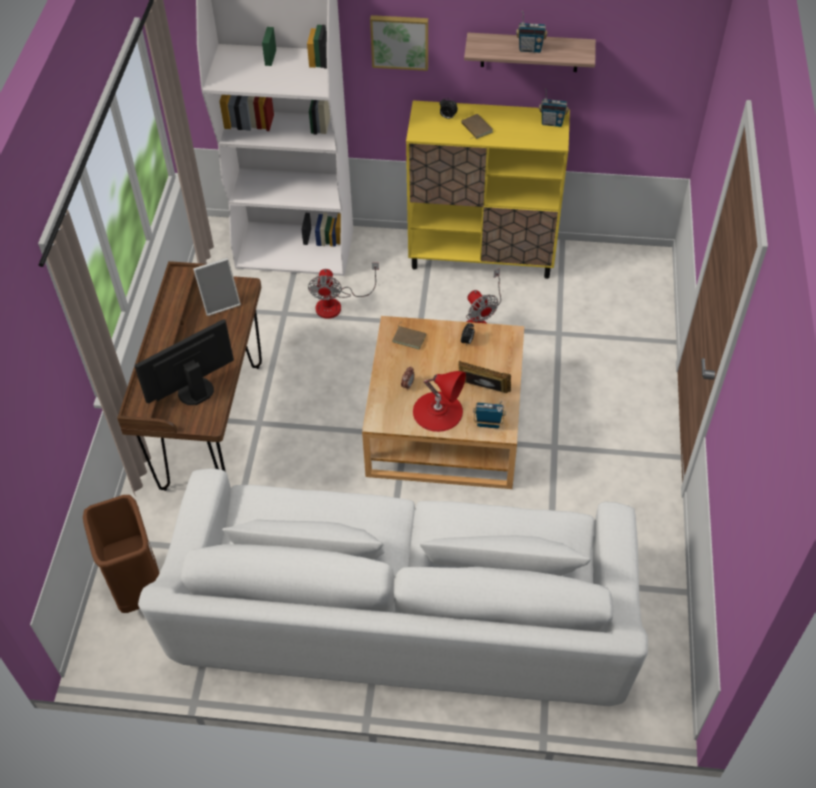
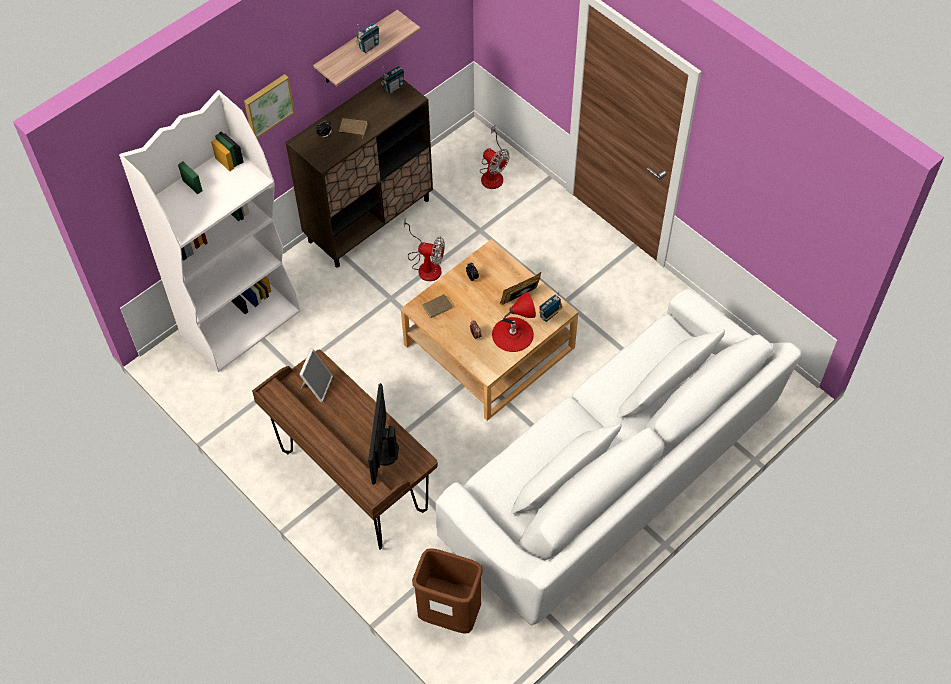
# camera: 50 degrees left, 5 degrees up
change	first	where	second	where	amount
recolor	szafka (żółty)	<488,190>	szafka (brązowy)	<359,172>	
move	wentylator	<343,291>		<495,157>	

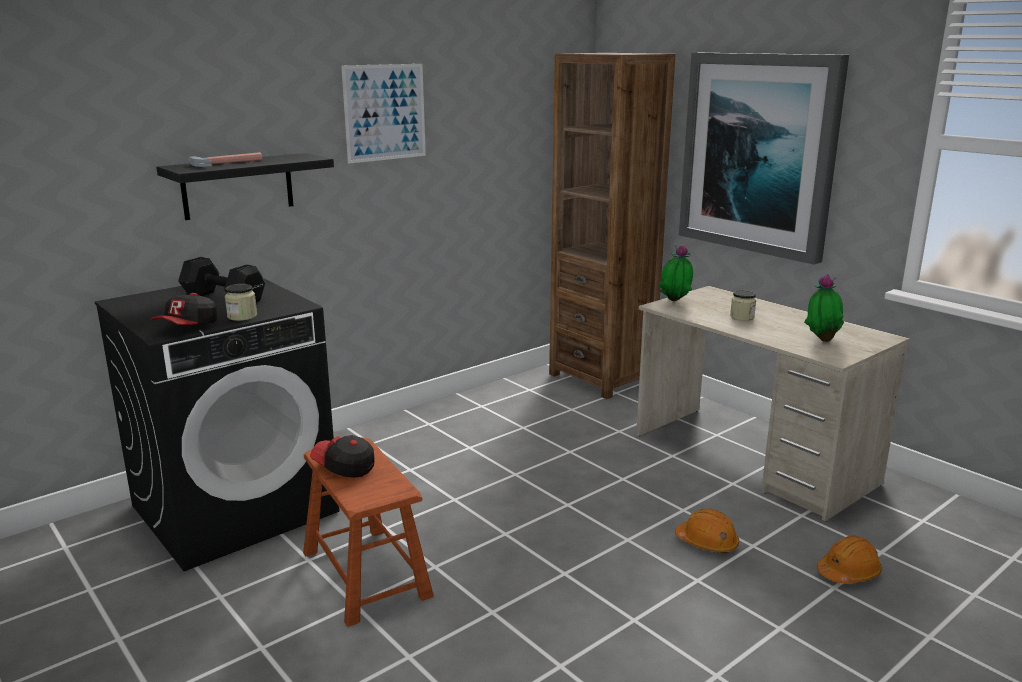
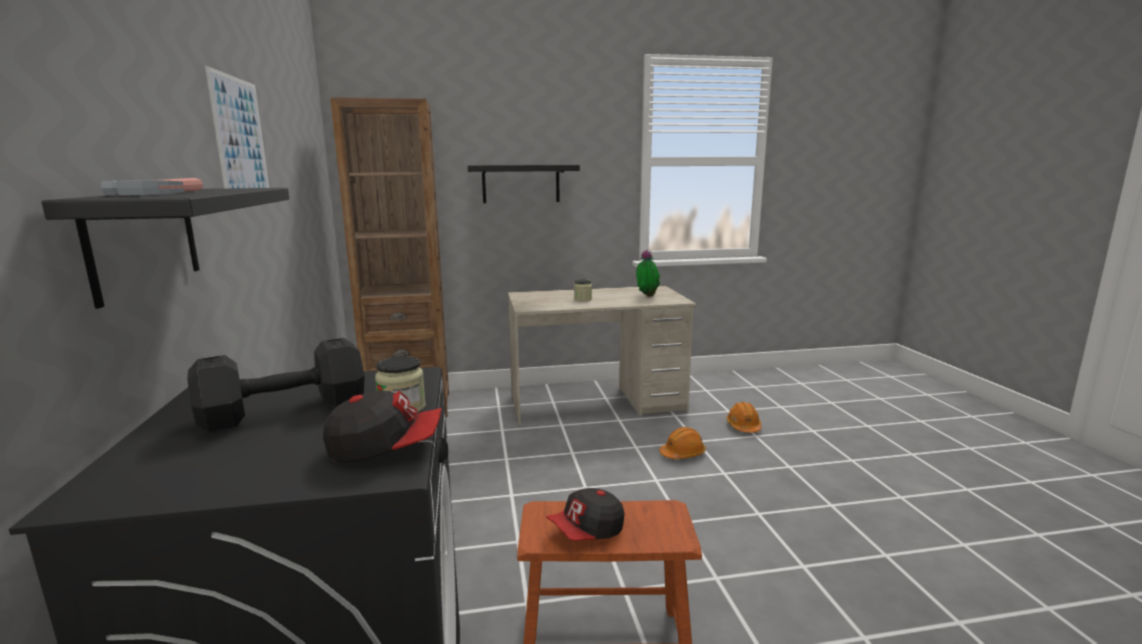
# camera: 60 degrees left, 5 degrees down
change	first	where	second	where	amount
rotate	czapka z daszkiem	<184,309>		<382,426>	60 degrees counterclockwise
replace	obraz	<764,159>	półka (czarny)	<523,184>	
delete	roślina doniczkowa	<675,272>			

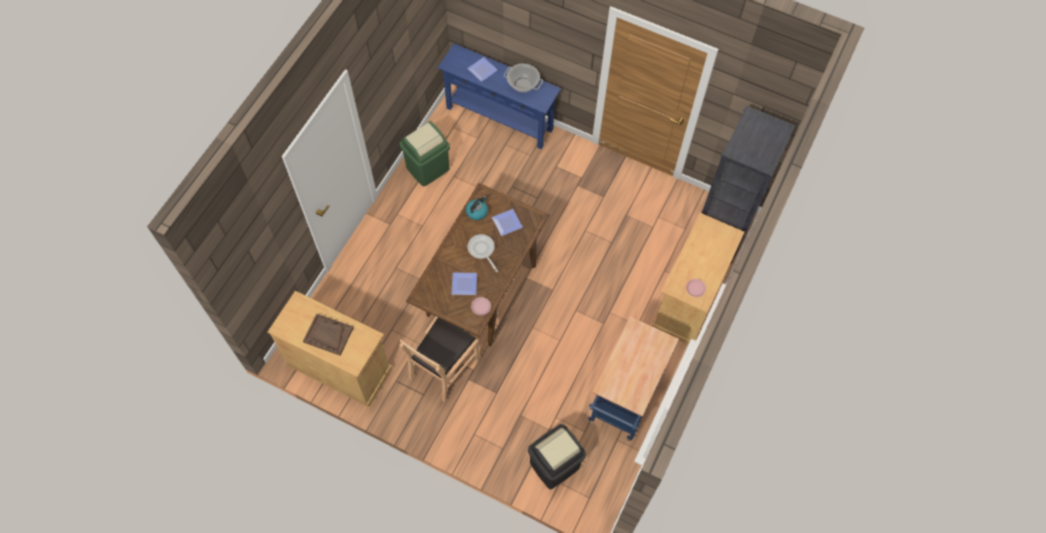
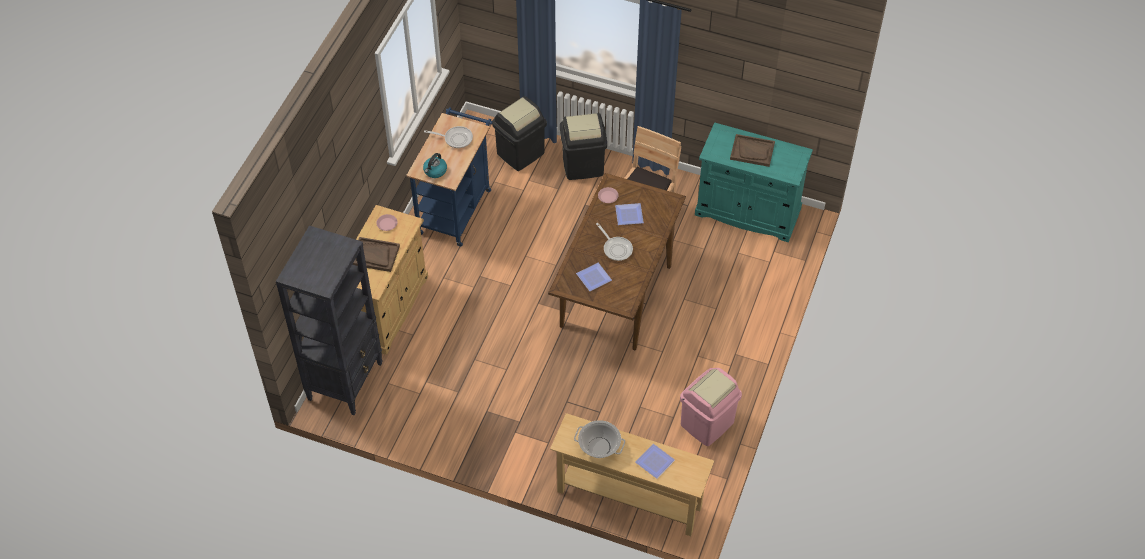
# camera: 175 degrees right, 10 degrees down
change	first	where	second	where	amount
insert			taca (brązowy)	<376,254>	
move	czajnik	<477,208>		<435,165>	
insert			patelnia	<448,137>	
recolor	stolik konsolowy (niebieski)	<499,96>	stolik konsolowy (beżowy)	<632,474>	
insert			kosz na śmieci (czarny)	<583,146>	
recolor	kosz na śmieci (zielony)	<425,153>	kosz na śmieci (różowy)	<711,407>	
recolor	szafka (beżowy)	<330,349>	szafka (turkusowy)	<754,182>	

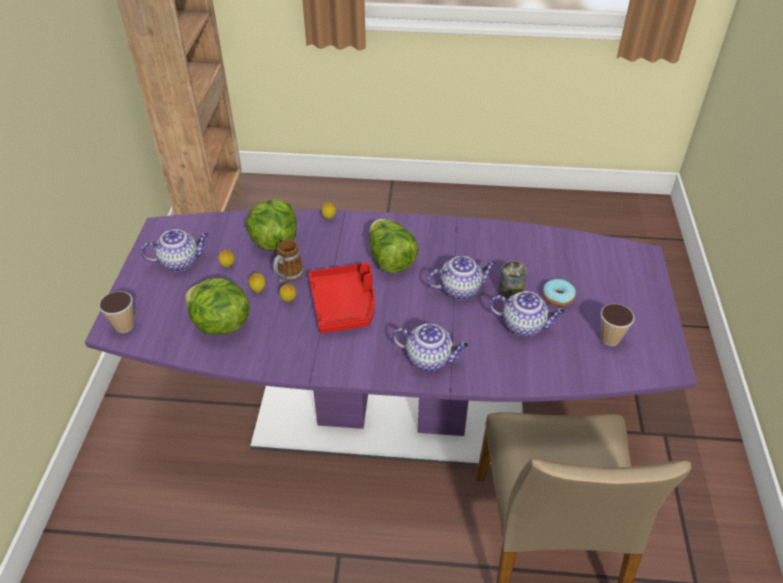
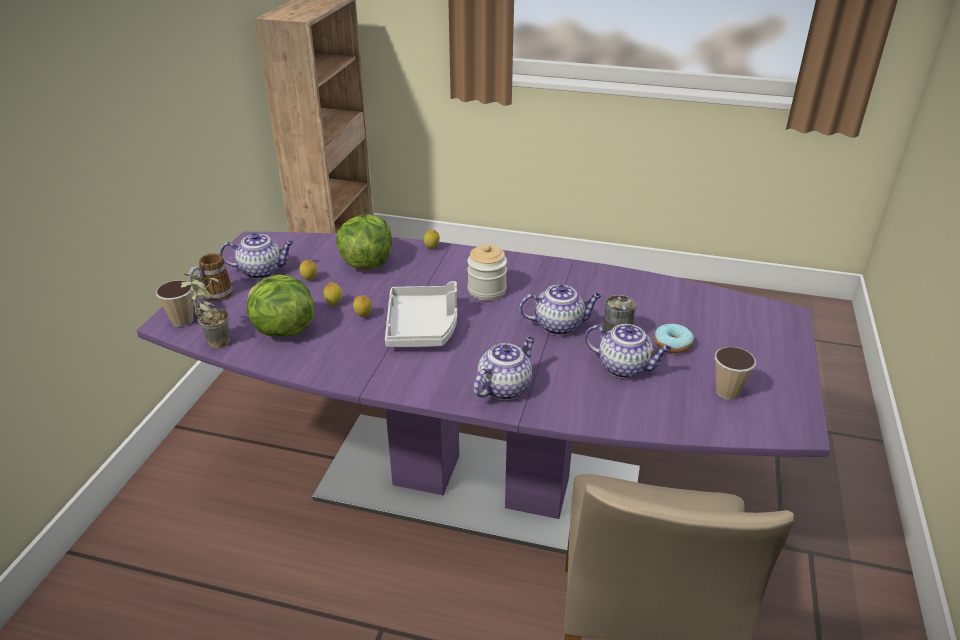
# camera: 10 degrees right, 10 degrees down
change	first	where	second	where	amount
insert			roślina doniczkowa	<205,311>	
move	kubek	<288,261>		<210,277>	
recolor	taca (czerwony)	<342,298>	taca (szary)	<421,314>	
replace	sałata	<393,246>	słoik	<487,272>	
rotate	imbryk	<430,347>		<504,368>	75 degrees counterclockwise

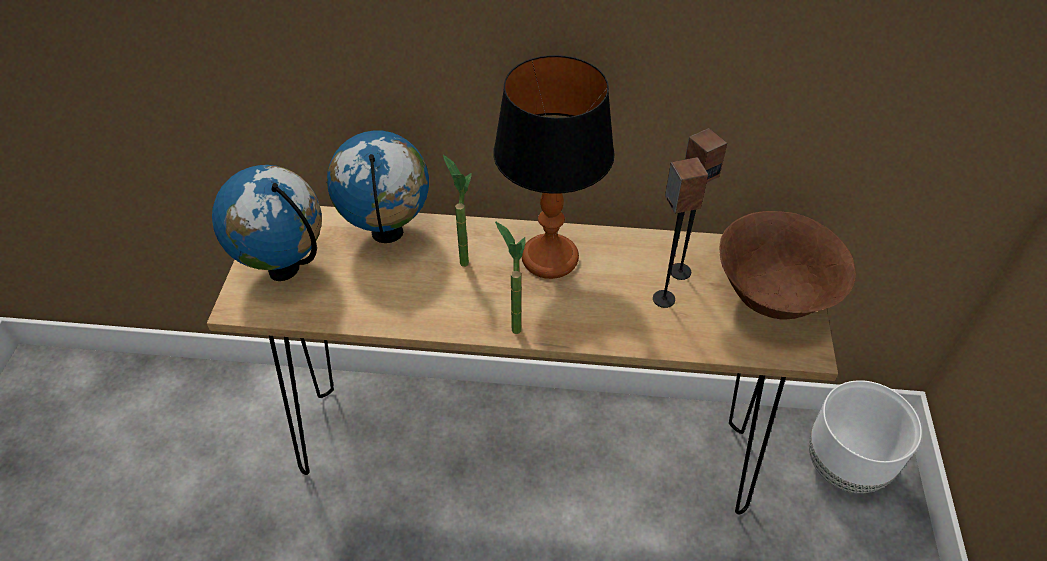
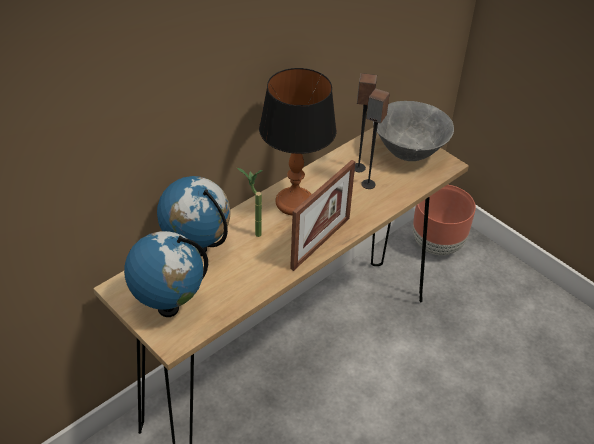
# camera: 50 degrees left, 5 degrees down
change	first	where	second	where	amount
replace	roślina doniczkowa	<510,277>	ramka na zdjęcie	<323,215>	
recolor	miska (brązowy)	<787,265>	miska (szary)	<413,131>	
recolor	donica (biały)	<865,437>	donica (brązowy)	<444,220>	

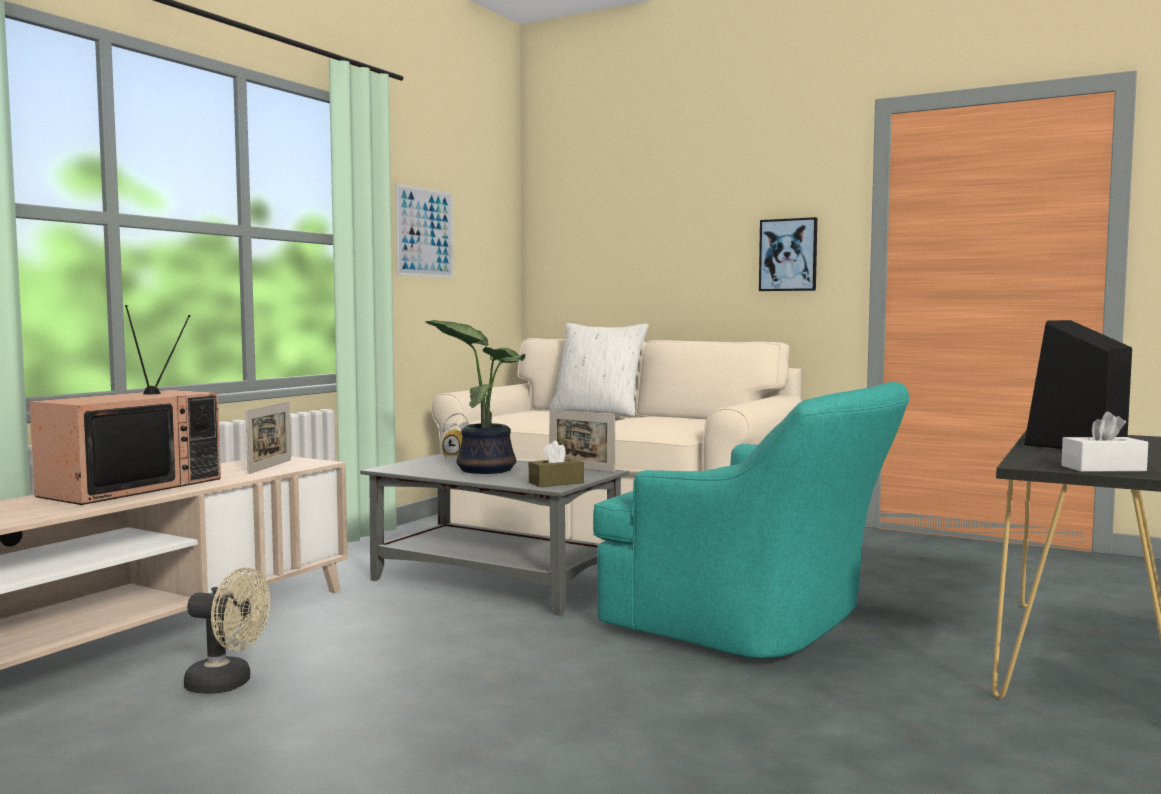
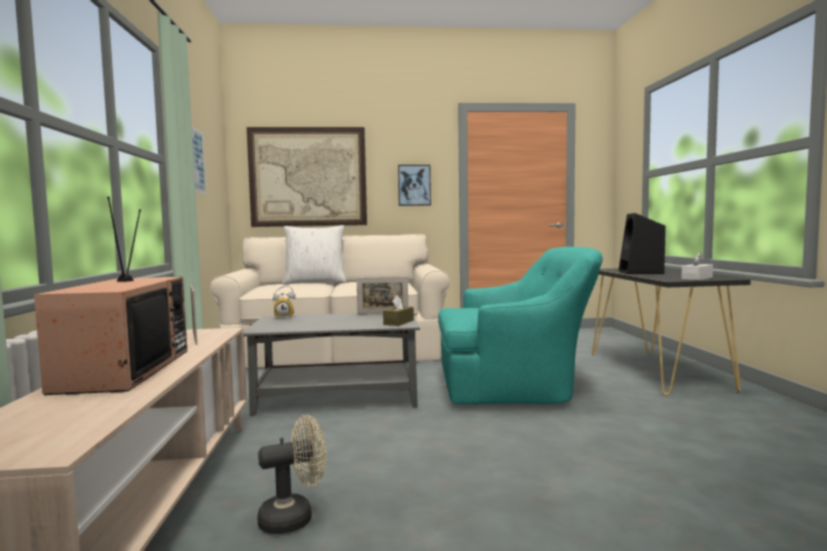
# camera: 35 degrees left, 0 degrees up
change	first	where	second	where	amount
insert			obraz	<307,177>	
delete	roślina doniczkowa	<475,397>			

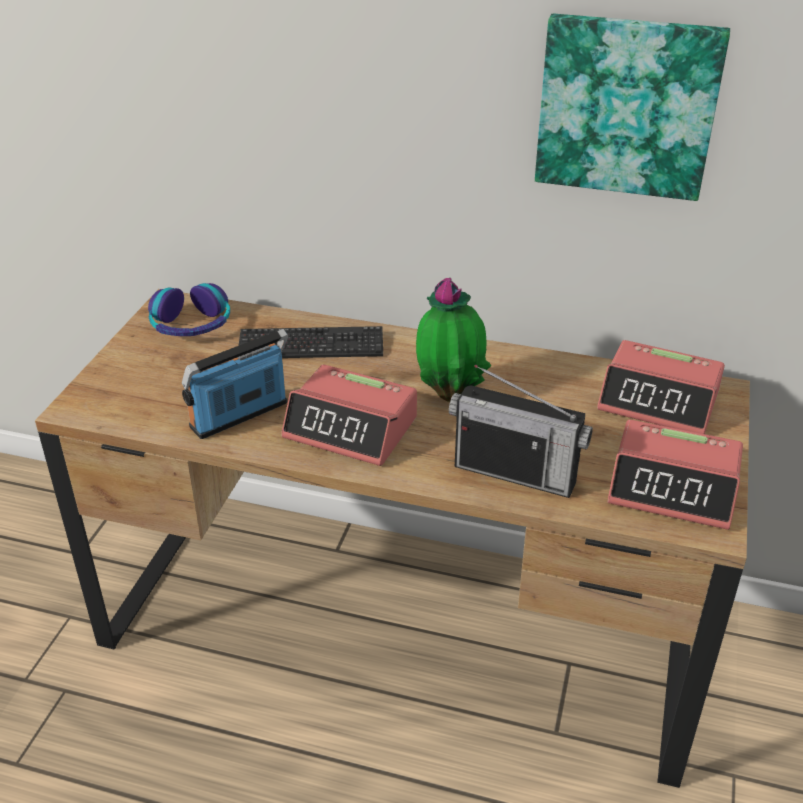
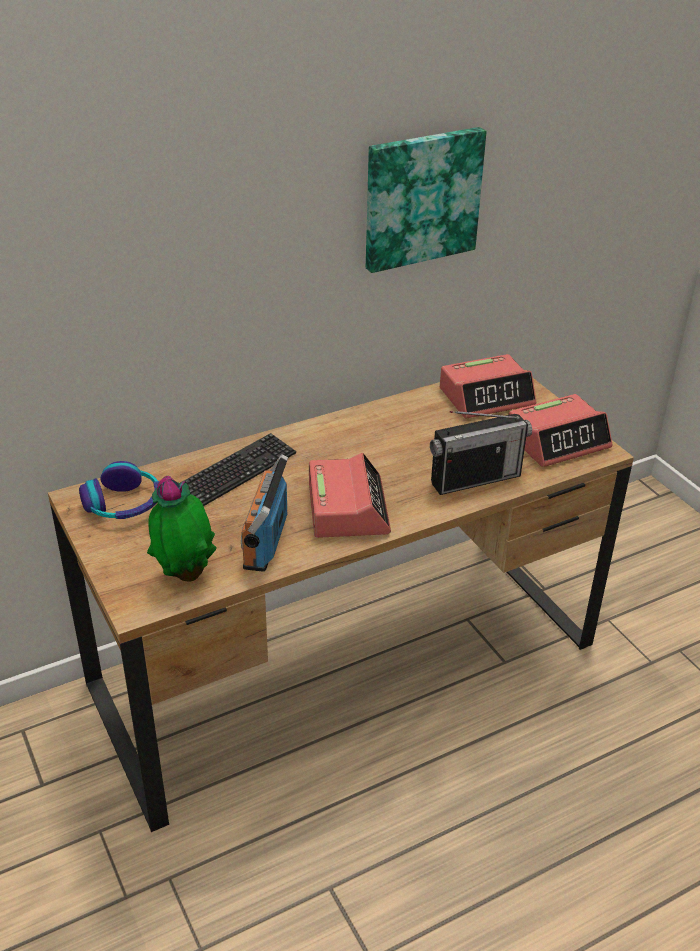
# camera: 45 degrees left, 0 degrees up
change	first	where	second	where	amount
move	roślina doniczkowa	<453,340>		<182,528>	
rotate	budzik	<349,415>		<350,495>	75 degrees counterclockwise

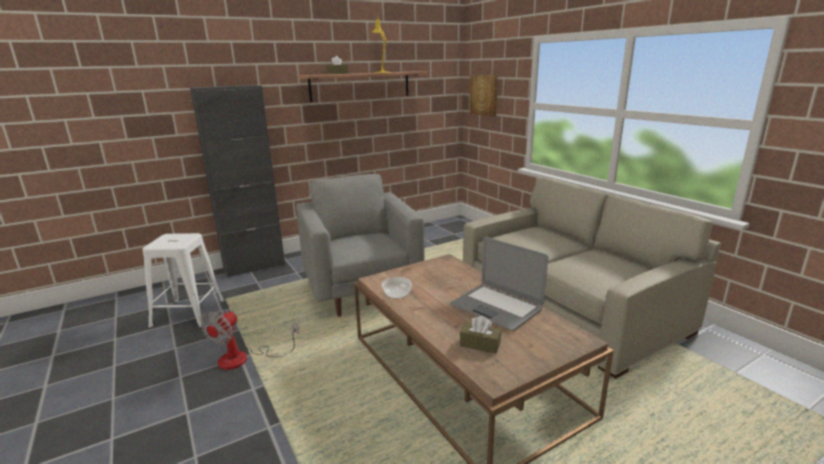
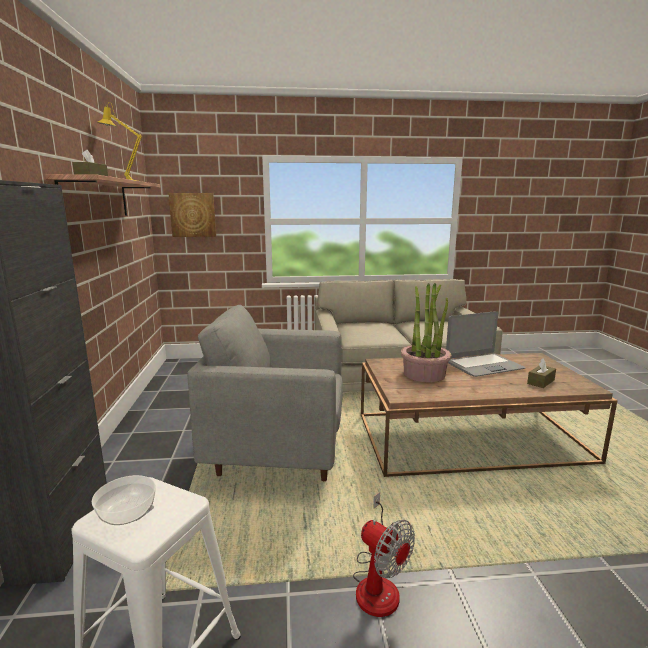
# camera: 65 degrees left, 5 degrees down
change	first	where	second	where	amount
move	miska	<397,288>		<124,500>	
insert			roślina doniczkowa	<426,332>	

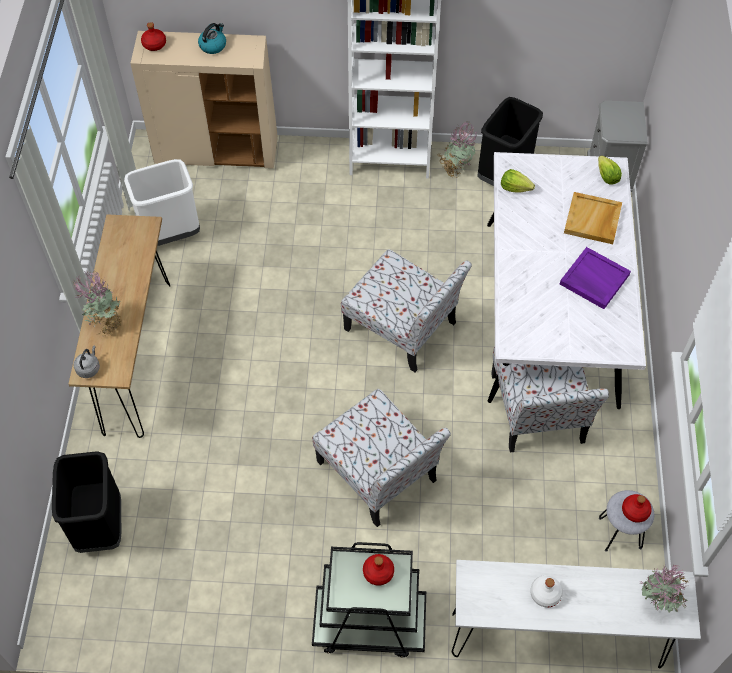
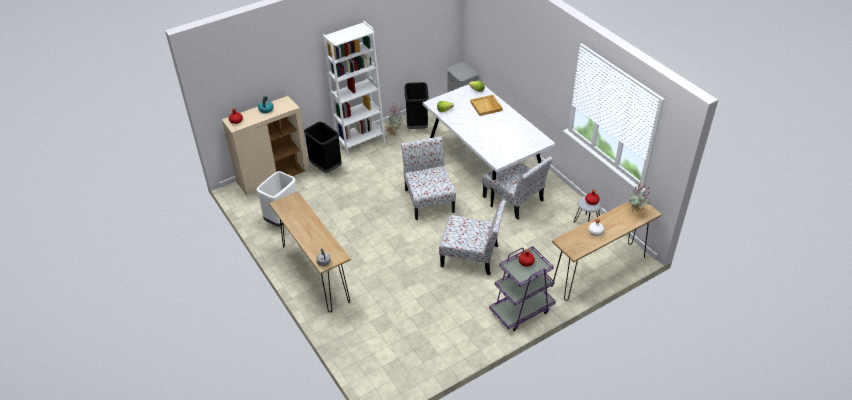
# camera: 35 degrees left, 15 degrees down
change	first	where	second	where	amount
move	kosz na śmieci (czarny)	<86,502>		<323,147>	
rotate	krzesło	<406,310>		<428,178>	105 degrees counterclockwise
recolor	wózek (czarny)	<369,600>	wózek (fioletowy)	<522,288>	
recolor	stolik konsolowy (biały)	<576,614>	stolik konsolowy (brązowy)	<606,250>	
delete	roślina doniczkowa	<98,303>			
delete	taca (fioletowy)	<595,278>			

